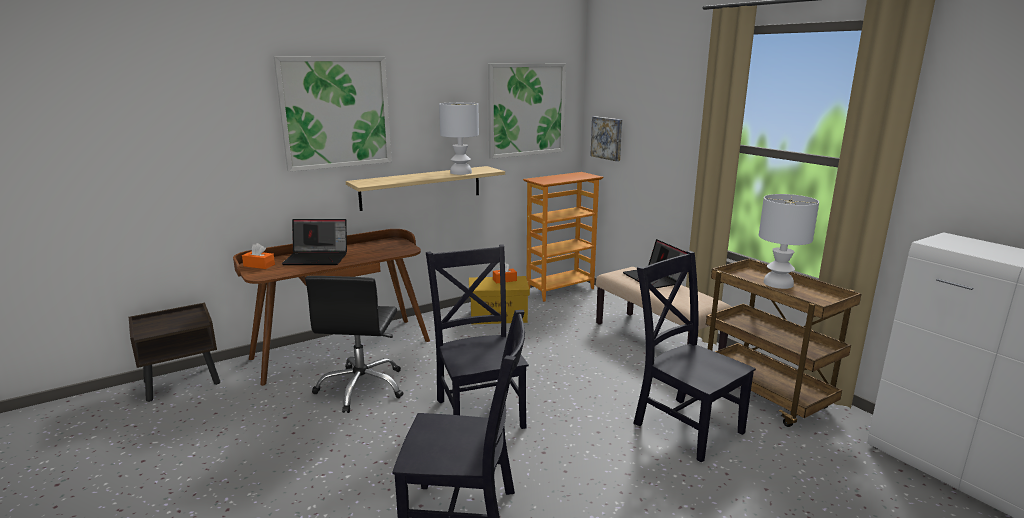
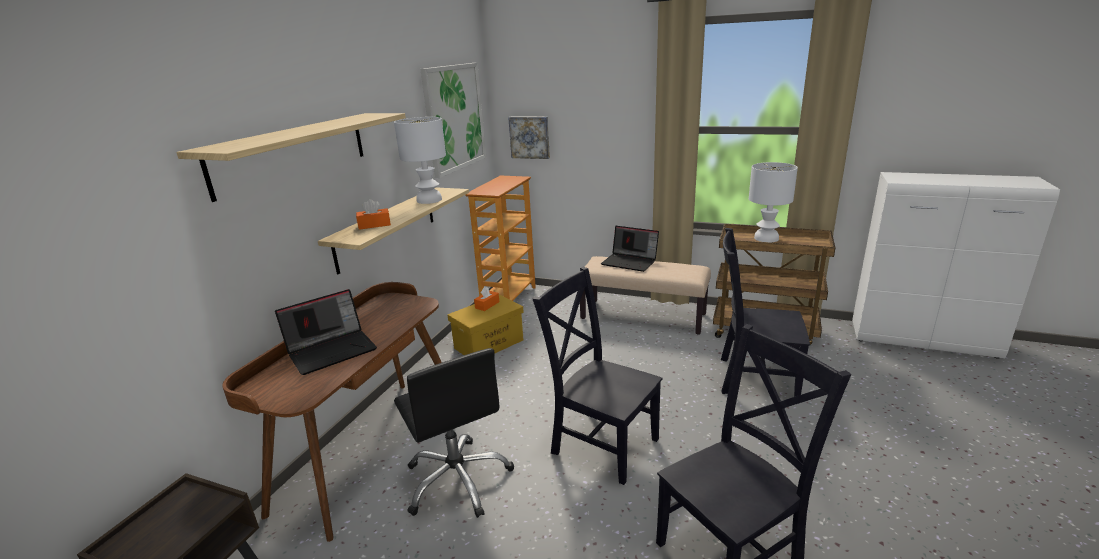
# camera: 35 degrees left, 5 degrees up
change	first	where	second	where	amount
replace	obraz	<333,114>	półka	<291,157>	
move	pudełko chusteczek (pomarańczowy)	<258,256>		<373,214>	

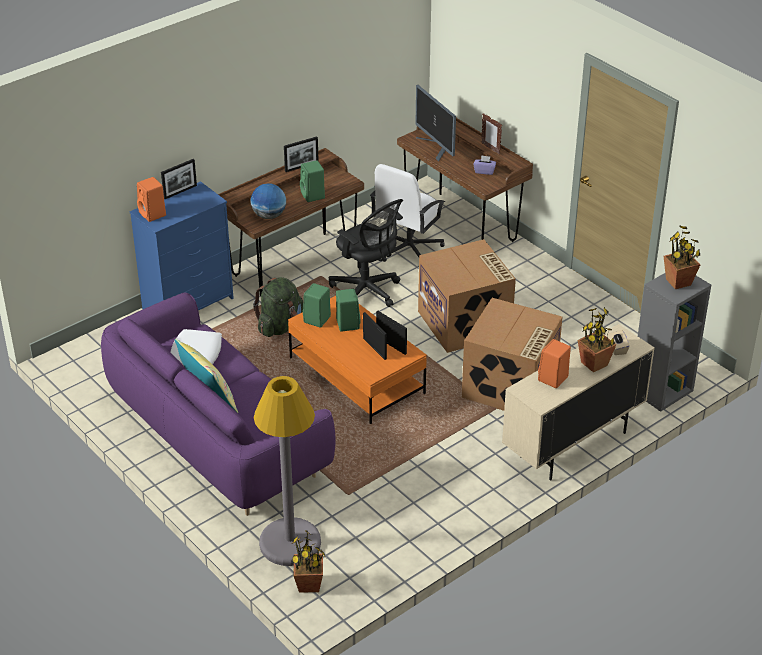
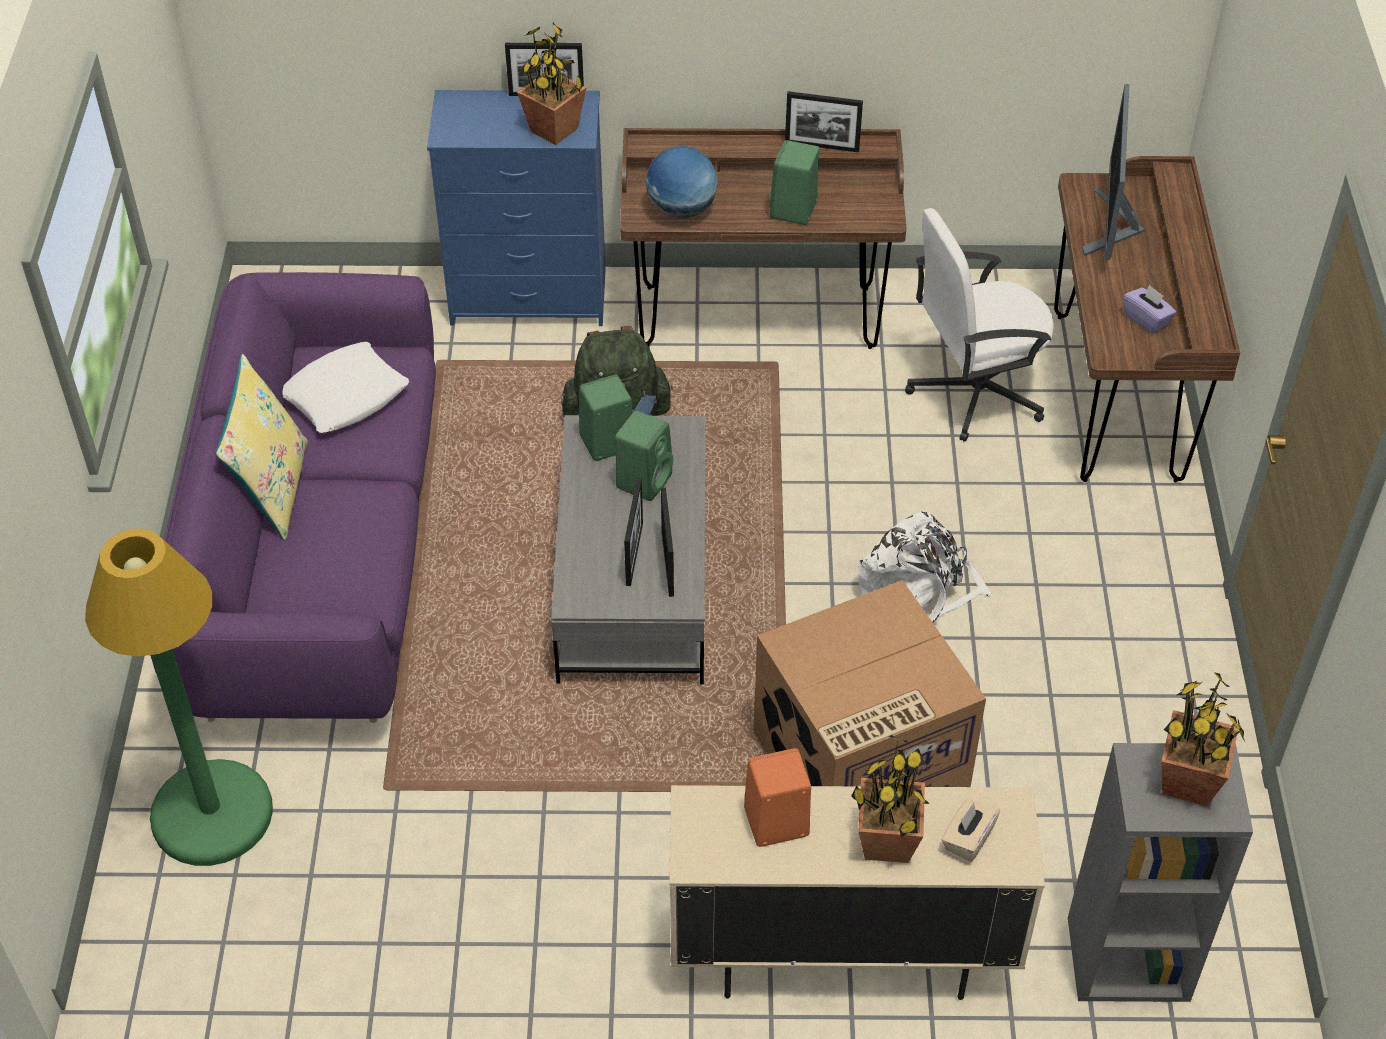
# camera: 40 degrees right, 10 degrees up
change	first	where	second	where	amount
recolor	lampa stojąca (szary)	<287,471>	lampa stojąca (zielony)	<179,697>	
move	roślina doniczkowa	<308,561>		<552,84>	
recolor	ława (pomarańczowy)	<357,360>	ława (szary)	<628,549>	
replace	karton	<467,296>	plecak (biały)	<925,567>	
delete	głośnik (pomarańczowy)	<151,199>			
delete	krzesło biurowe (czarny)	<366,253>			
delete	ramka na zdjęcie	<492,133>			

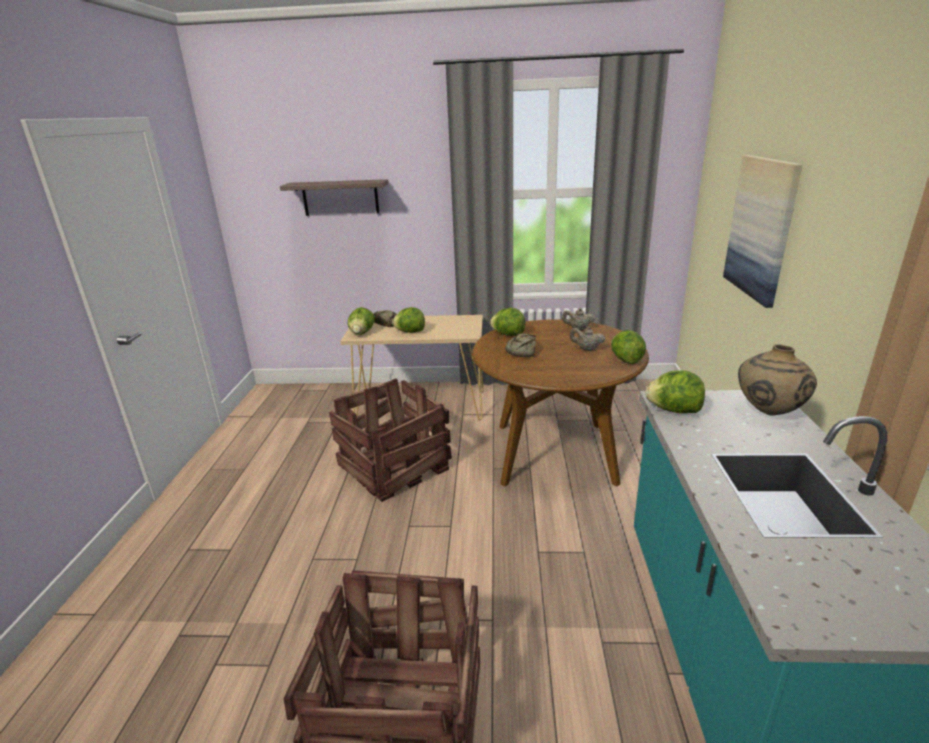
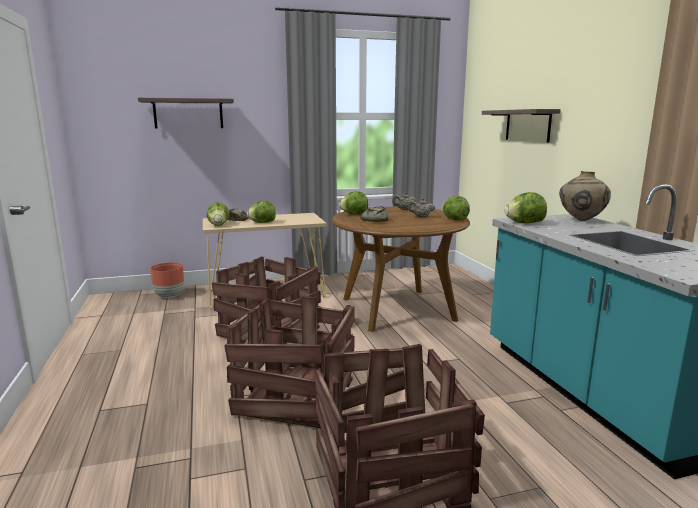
# camera: 20 degrees left, 10 degrees down
change	first	where	second	where	amount
insert			donica (brązowy)	<167,280>	
insert			skrzynka	<289,362>	
replace	obraz	<762,231>	półka	<521,126>	

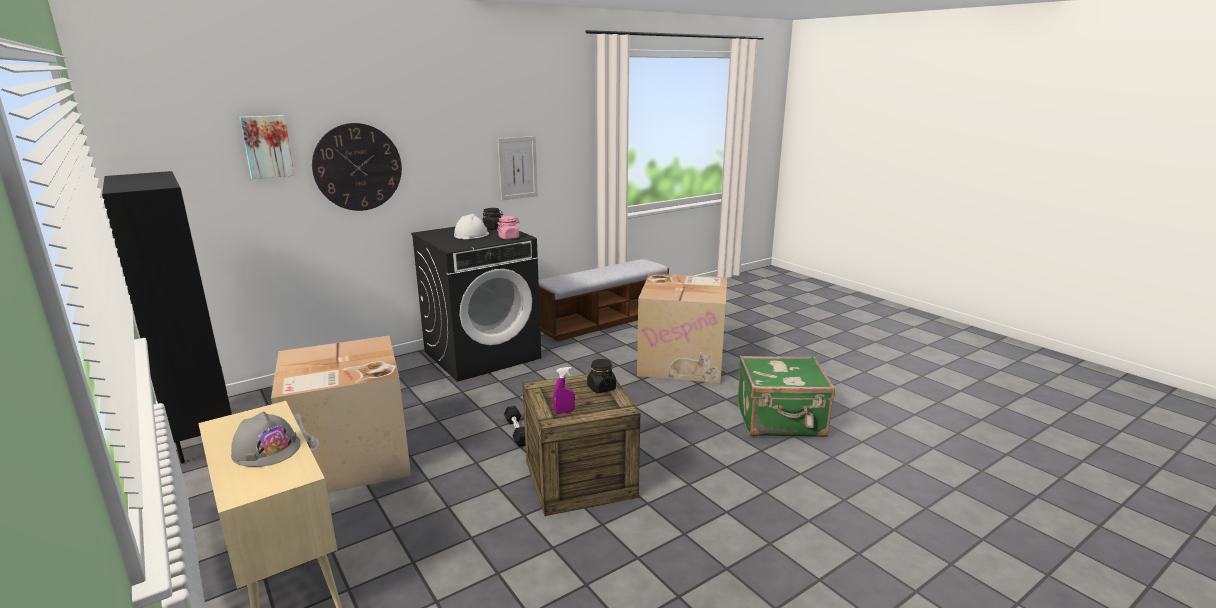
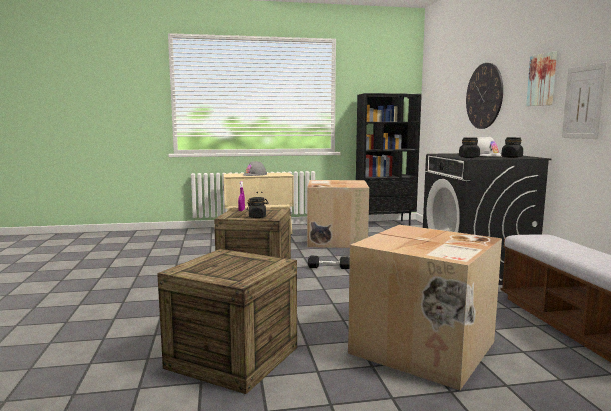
# camera: 115 degrees right, 10 degrees down
change	first	where	second	where	amount
replace	walizka (zielony)	<786,396>	skrzynka	<227,321>	
recolor	słoik (różowy)	<508,227>	słoik (czarny)	<469,147>	
move	obraz	<267,147>		<541,78>	

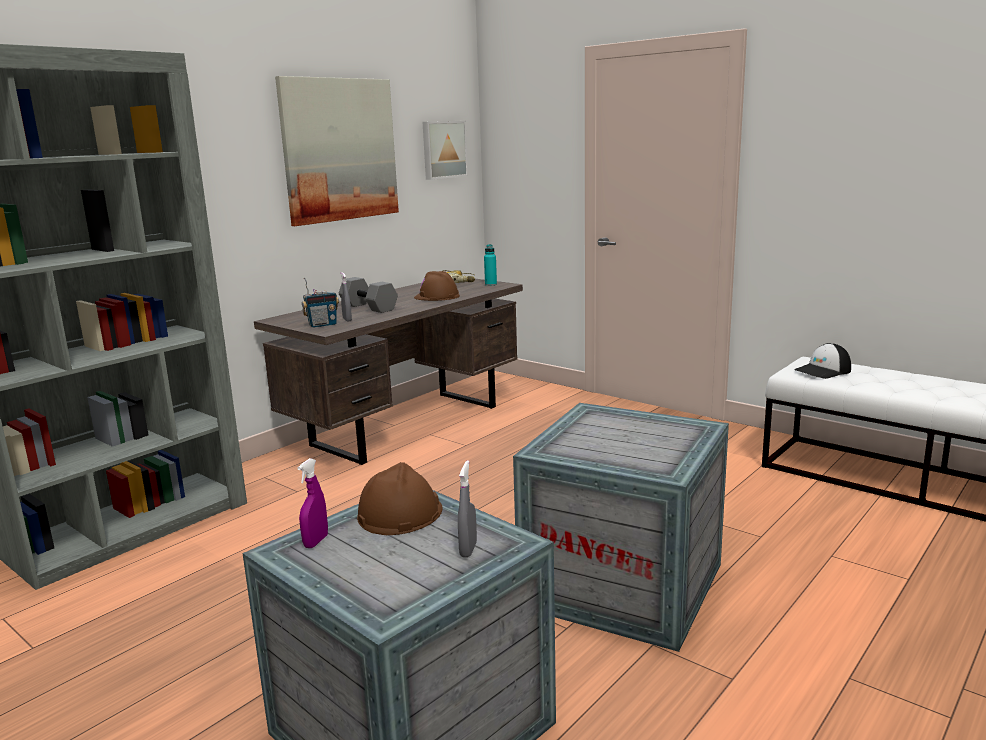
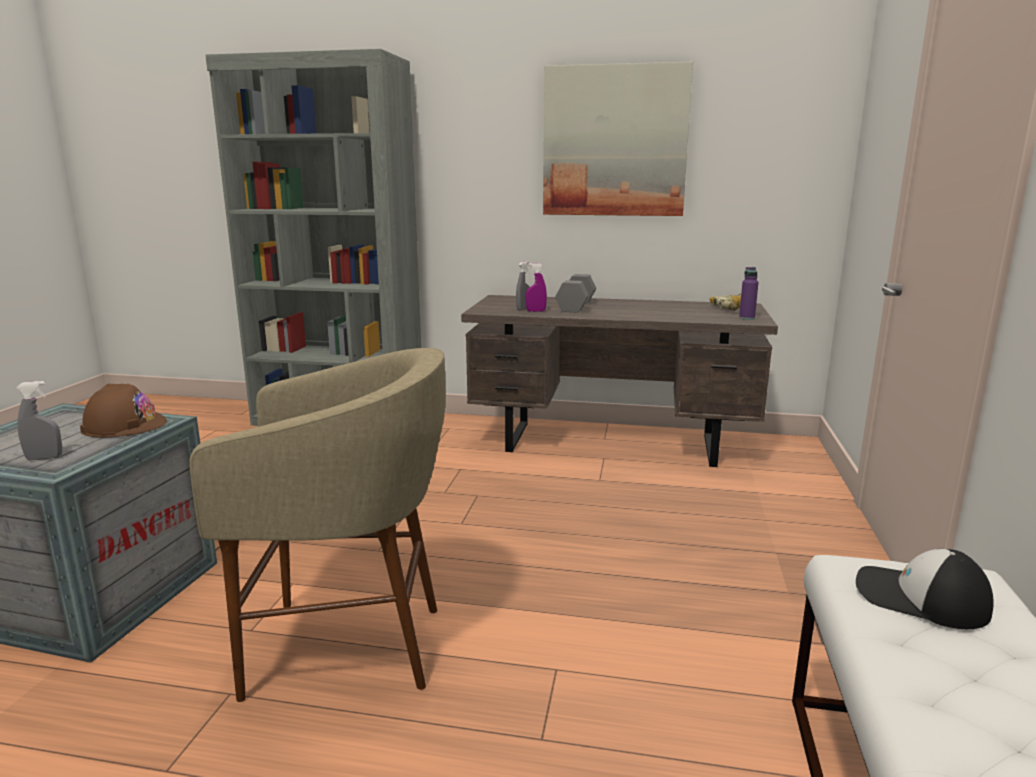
# camera: 60 degrees right, 0 degrees up
change	first	where	second	where	amount
replace	skrzynka	<621,527>	stołek (beżowy)	<317,525>	
move	spryskiwacz (fioletowy)	<312,503>		<536,287>	
recolor	butelka (turkusowy)	<490,265>	butelka (fioletowy)	<748,293>	
delete	radio	<320,302>			
delete	kask (brązowy)	<437,286>			
delete	obraz	<445,150>			

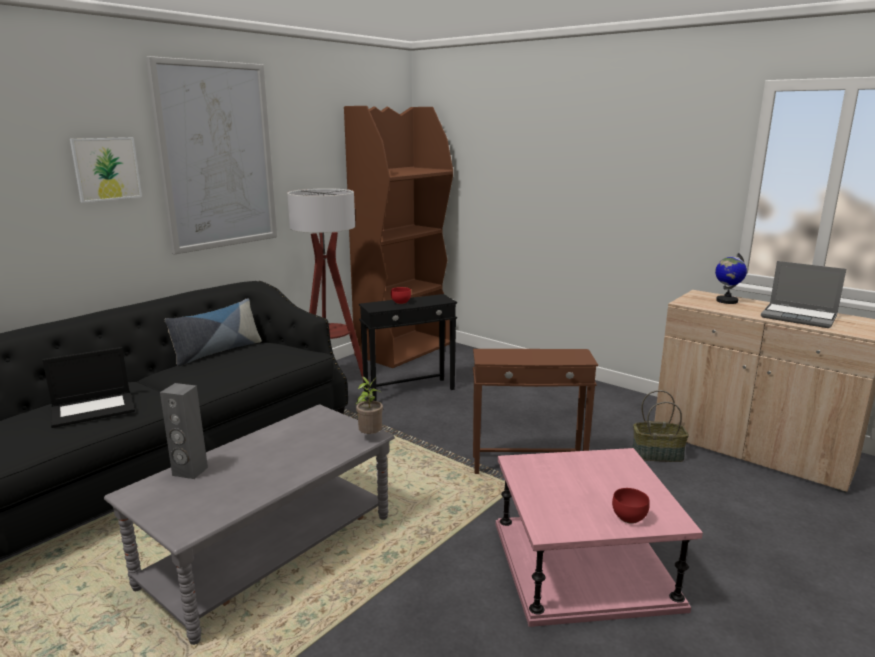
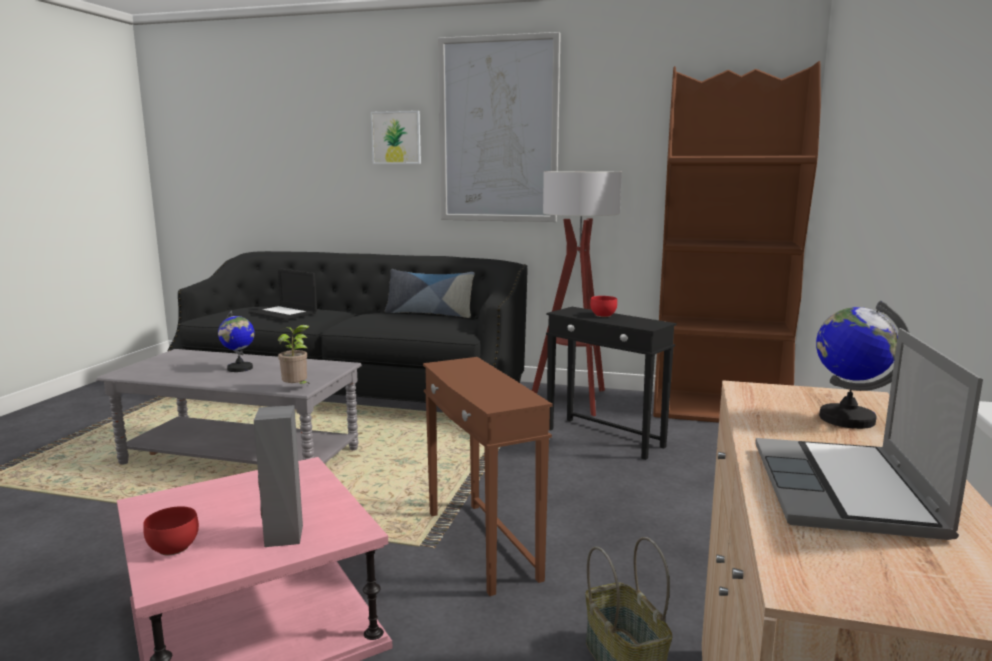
# camera: 65 degrees right, 5 degrees down
change	first	where	second	where	amount
insert			globus	<236,341>	
move	głośnik (szary)	<184,431>		<278,476>	

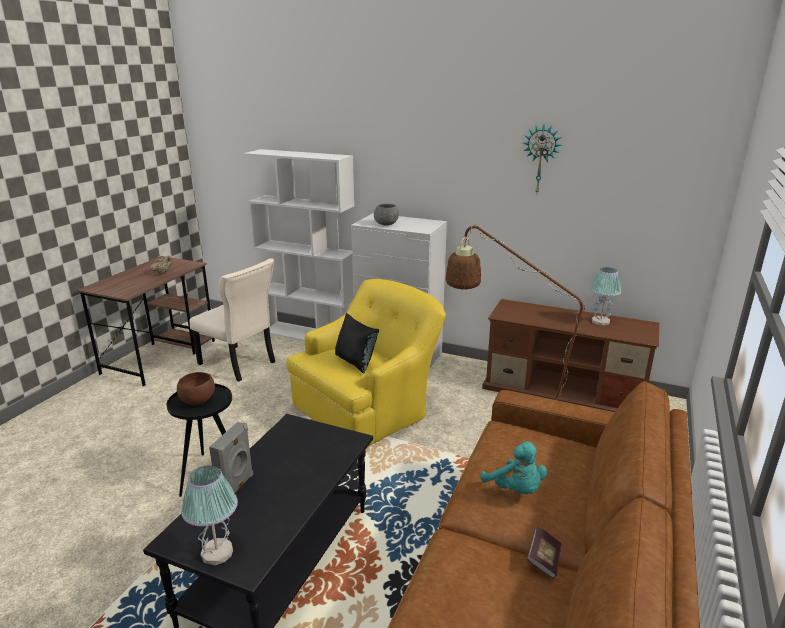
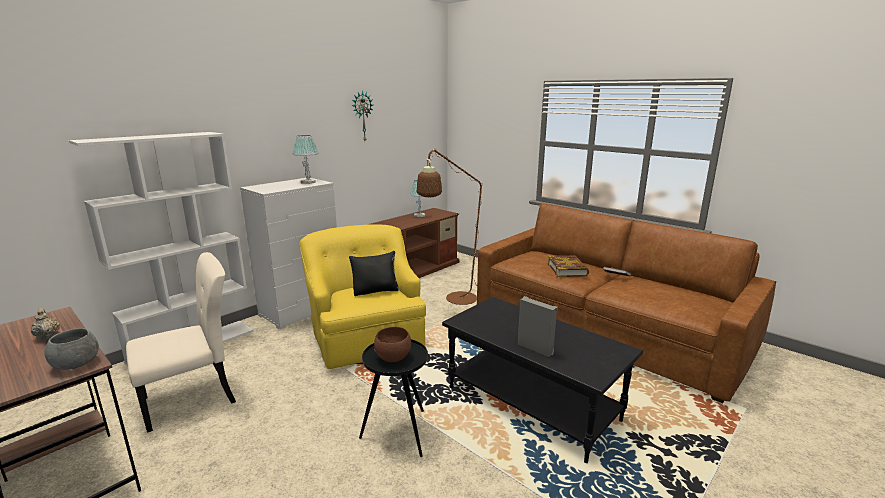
# camera: 70 degrees left, 5 degrees down
change	first	where	second	where	amount
move	miska (szary)	<386,214>		<71,349>	
move	lampa stołowa	<209,515>		<306,159>	
replace	pluszak (turkusowy)	<514,467>	książka	<568,266>	

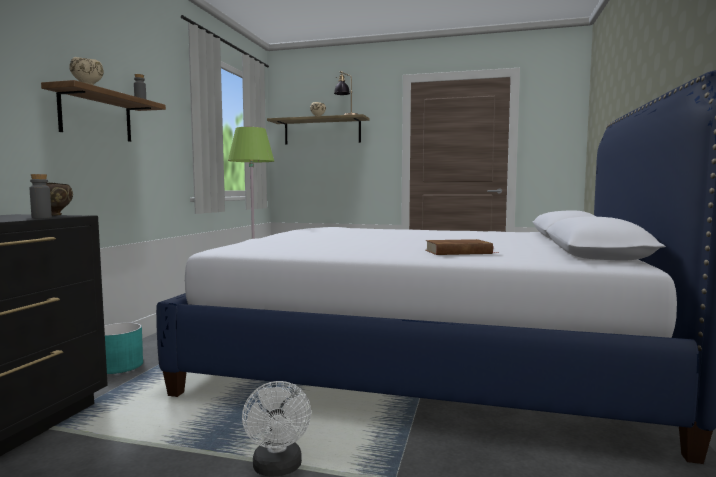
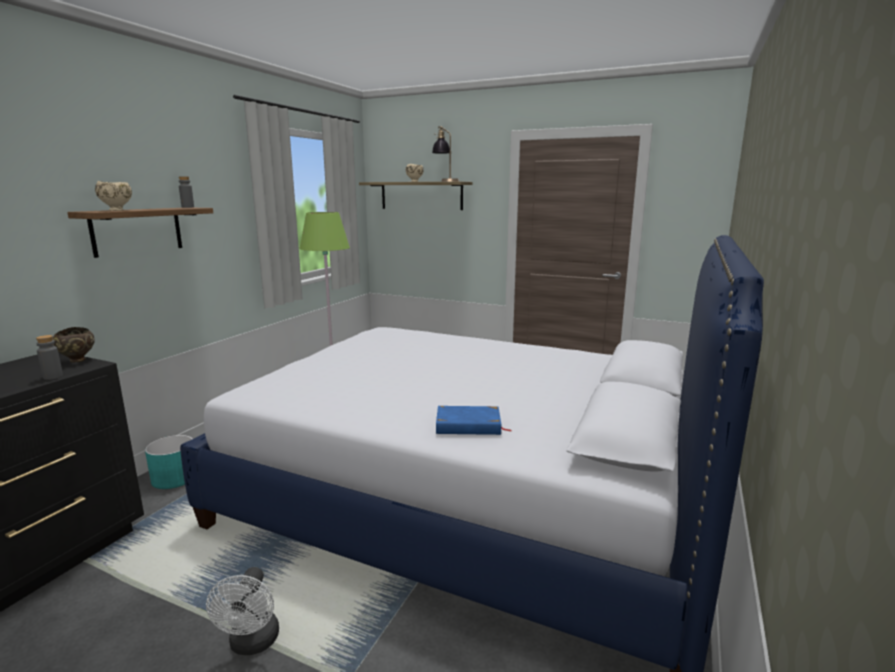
# camera: 10 degrees right, 10 degrees up
change	first	where	second	where	amount
recolor	książka (brązowy)	<460,247>	książka (niebieski)	<473,420>	

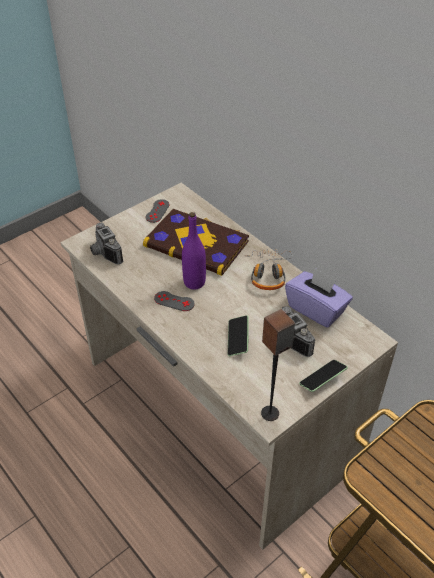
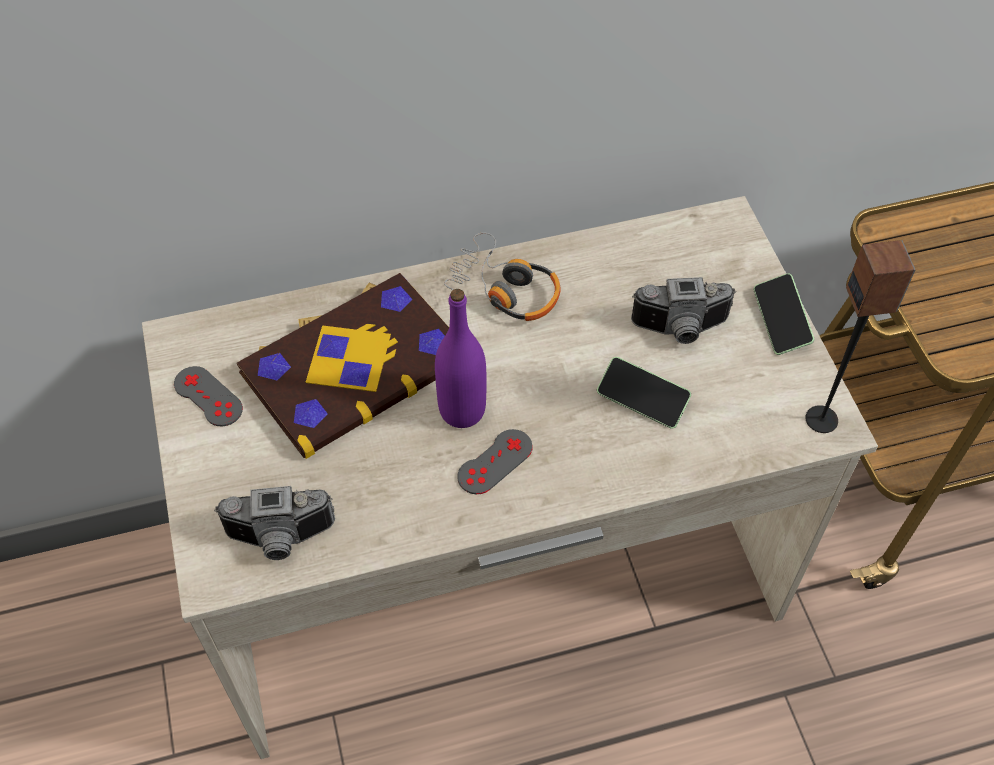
# camera: 65 degrees left, 10 degrees up
change	first	where	second	where	amount
delete	pudełko chusteczek (fioletowy)	<319,298>			

